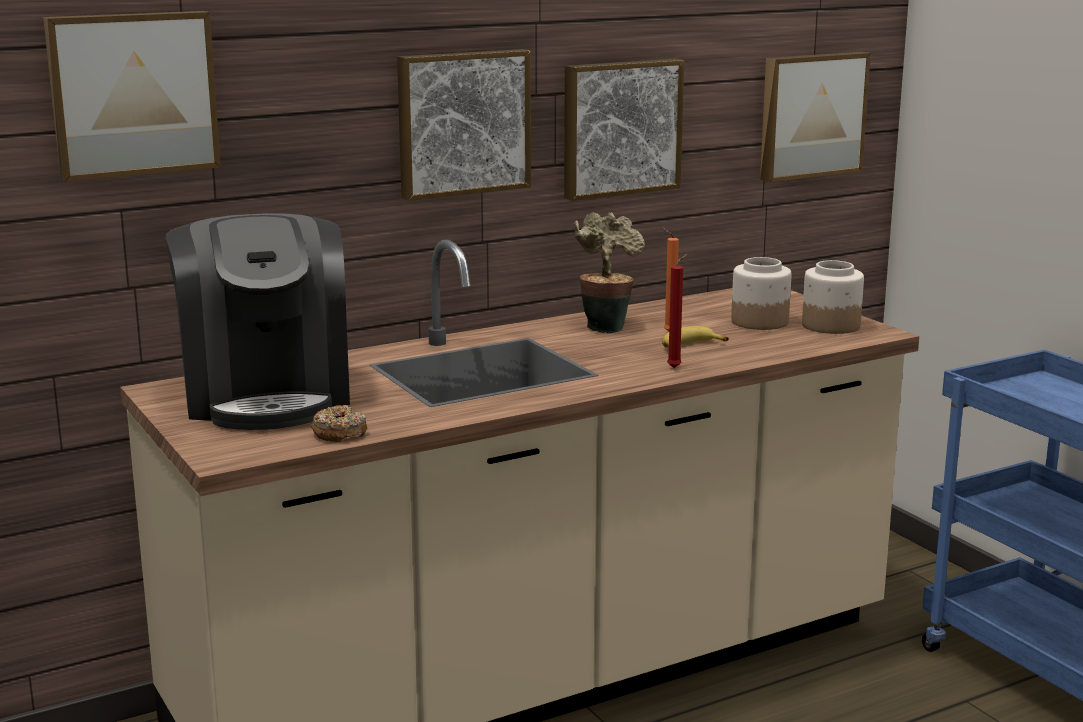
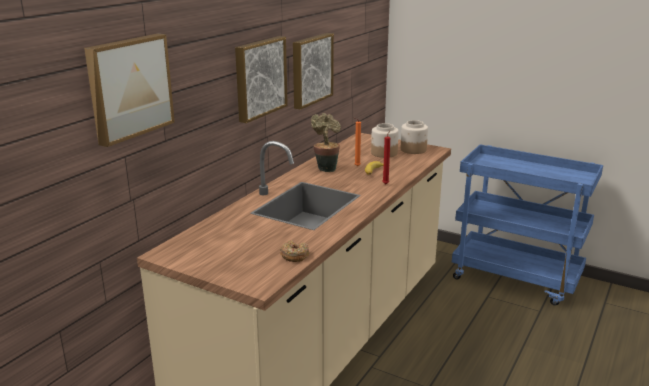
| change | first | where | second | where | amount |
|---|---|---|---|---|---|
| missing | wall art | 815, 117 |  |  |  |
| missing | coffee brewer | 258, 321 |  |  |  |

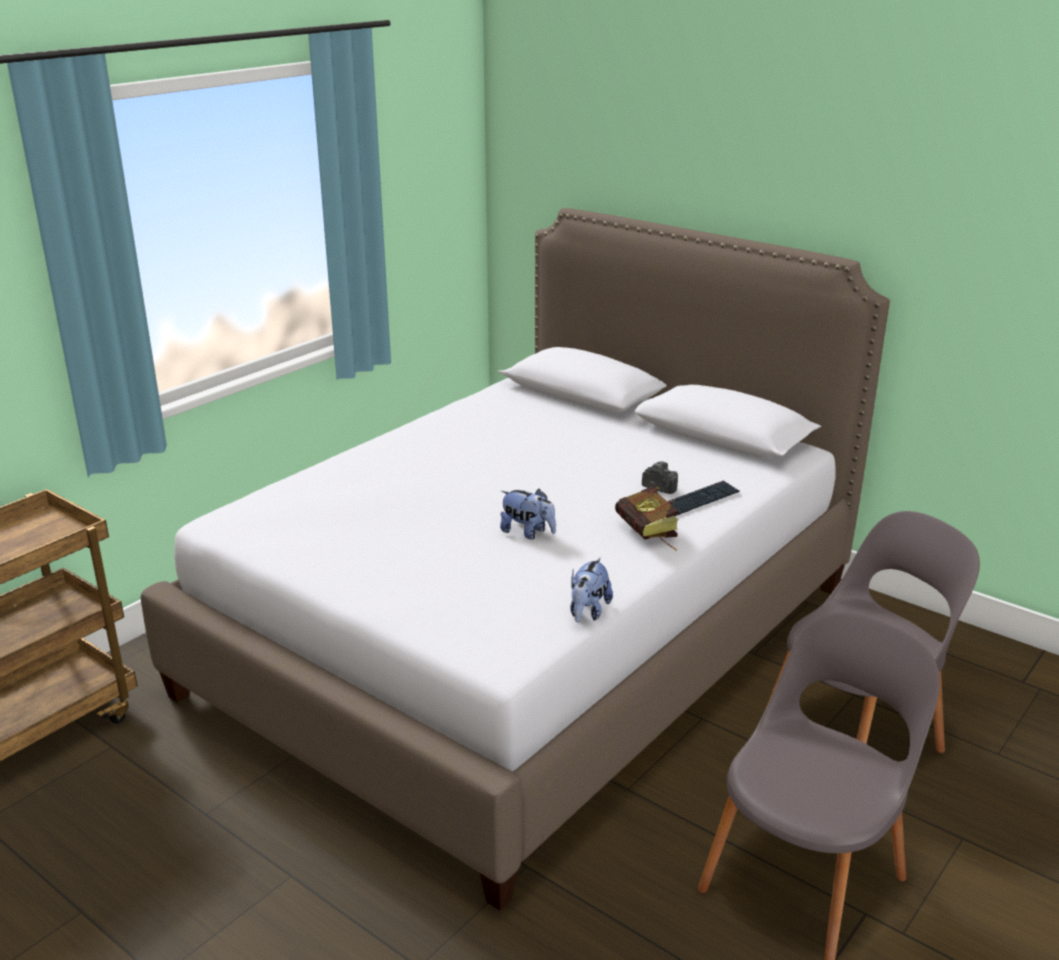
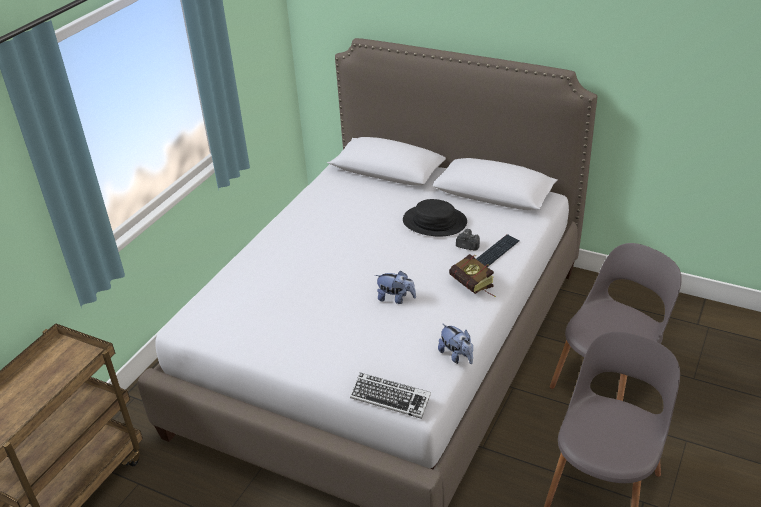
| change | first | where | second | where | amount |
|---|---|---|---|---|---|
| spun | plush toy | 591, 590 |  | 455, 343 | 45 degrees counterclockwise |
| appeared |  |  | black clothing hat | 435, 218 |  |
| appeared |  |  | keyboard | 390, 396 |  |

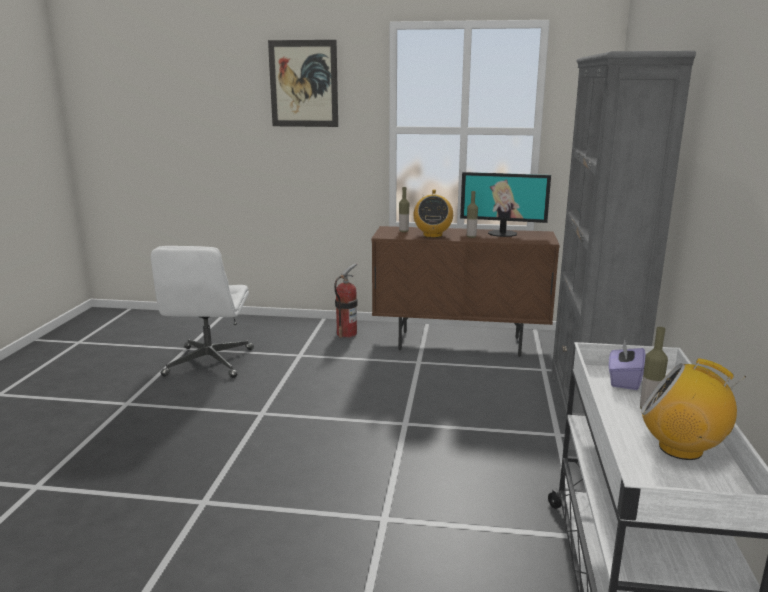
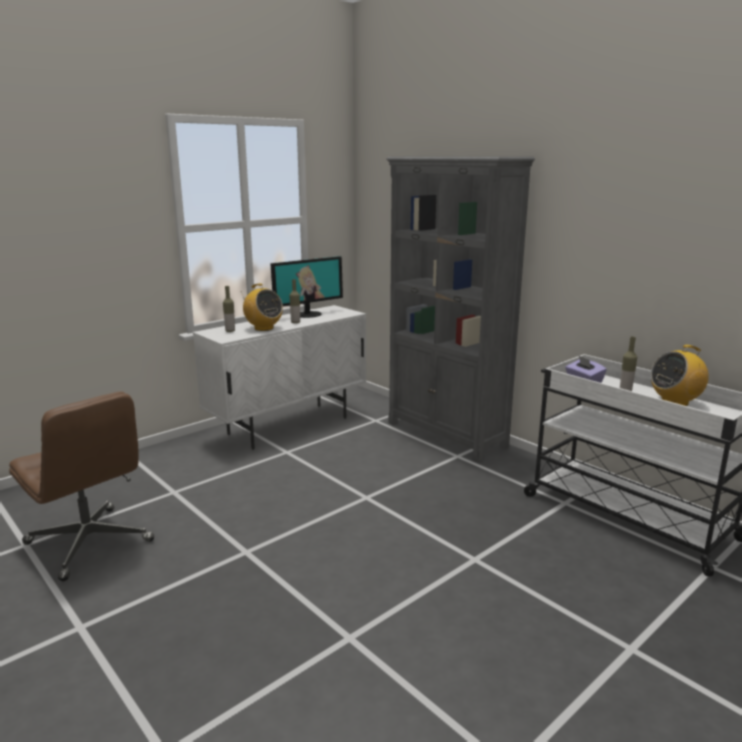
| change | first | where | second | where | amount |
|---|---|---|---|---|---|
| missing | wall art | 303, 83 |  |  |  |
| colour | brownish cupboard | 465, 291 | white cupboard | 279, 377 |  |
| colour | white desk chair | 202, 312 | brownish desk chair | 81, 486 |  |
| missing | extinguisher | 346, 300 |  |  |  |

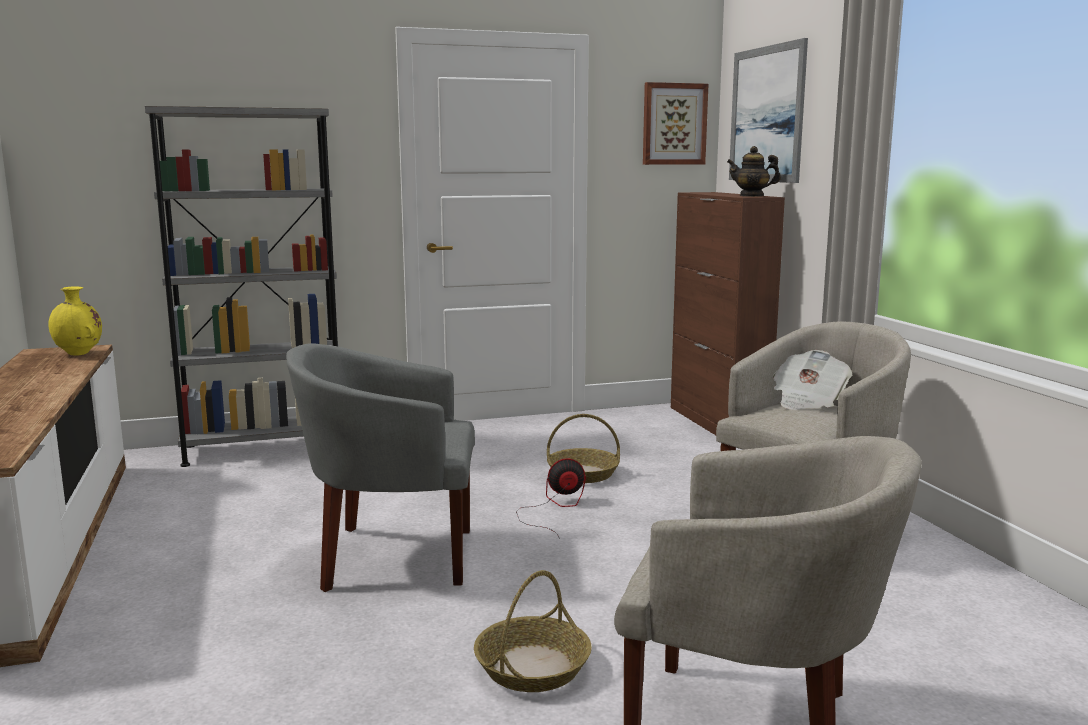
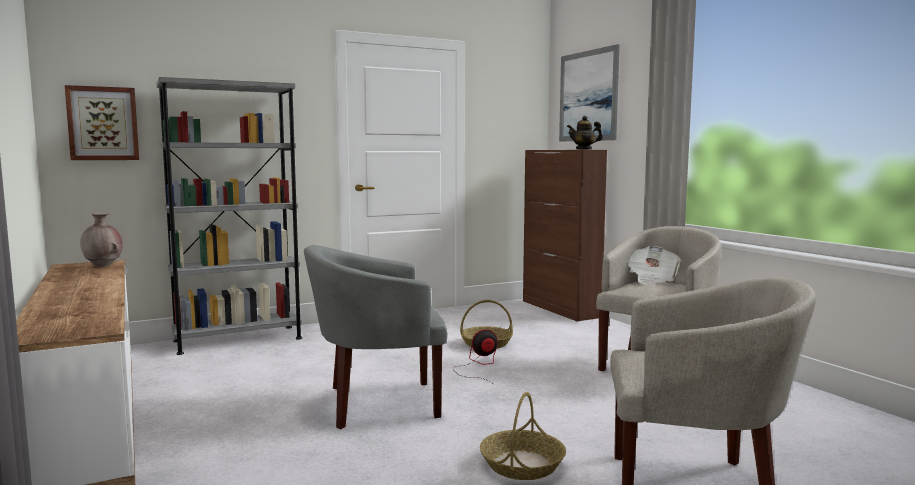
| change | first | where | second | where | amount |
|---|---|---|---|---|---|
| relocated | wall art | 676, 123 |  | 102, 122 |  |
| colour | yellowish vase | 75, 321 | brownish vase | 101, 240 |  |

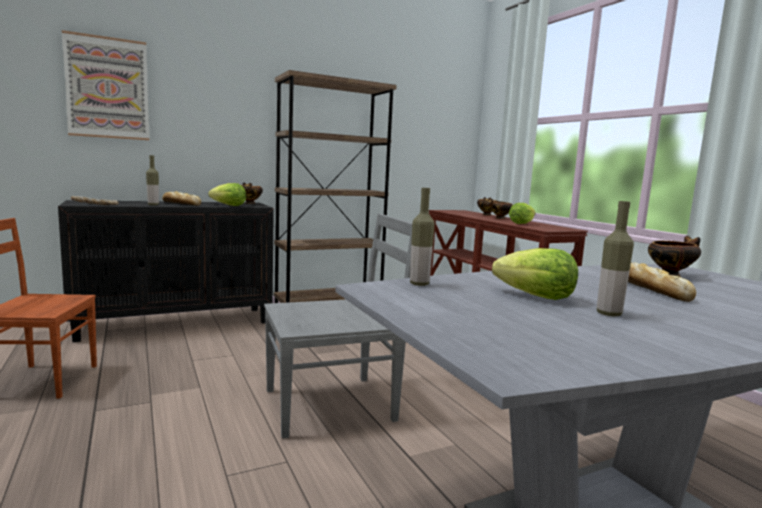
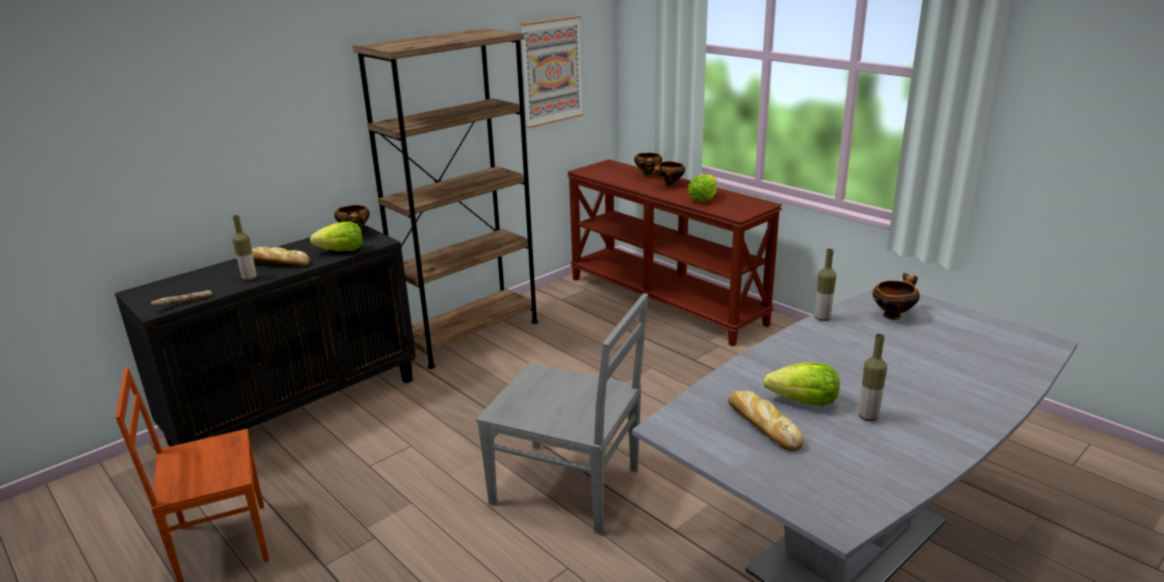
| change | first | where | second | where | amount |
|---|---|---|---|---|---|
| relocated | wall art | 106, 85 |  | 551, 72 |  |
| relocated | beverage bottle | 422, 237 |  | 825, 285 |  |
| spun | grey chair | 338, 326 |  | 562, 414 | 60 degrees clockwise |
| relocated | bakery bread | 662, 282 |  | 766, 420 |  |

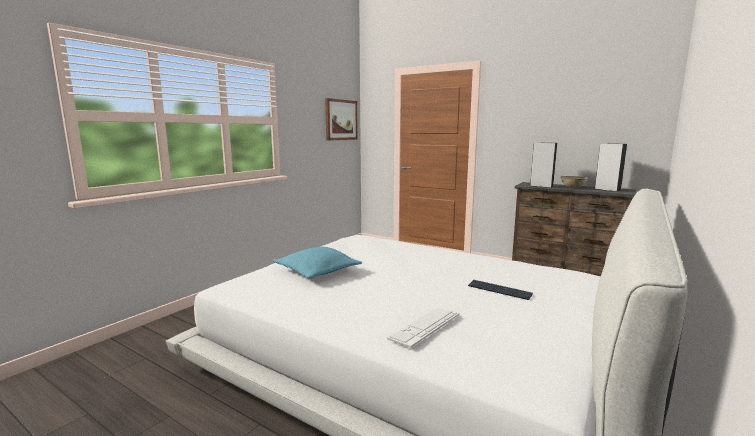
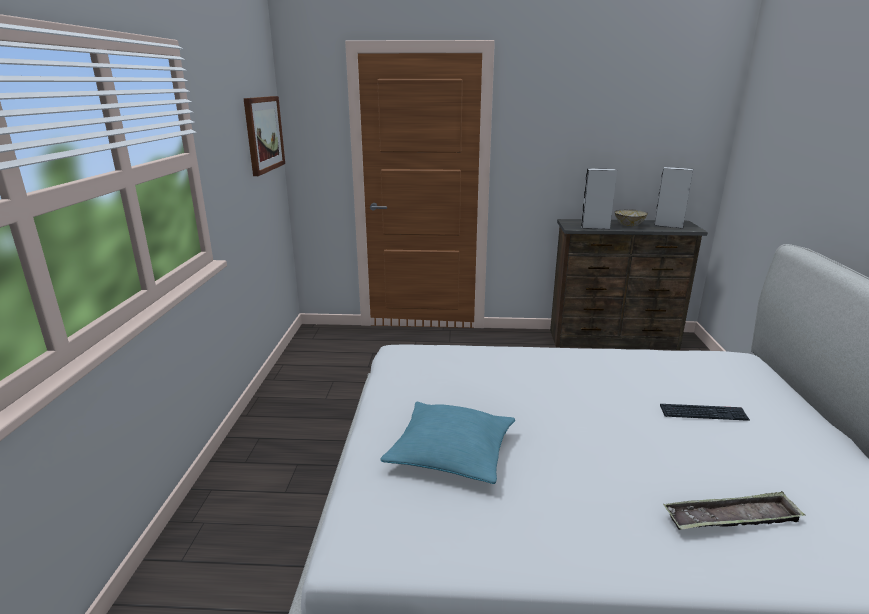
| change | first | where | second | where | amount |
|---|---|---|---|---|---|
| exchanged | keyboard | 423, 327 | tray | 734, 510 |  |

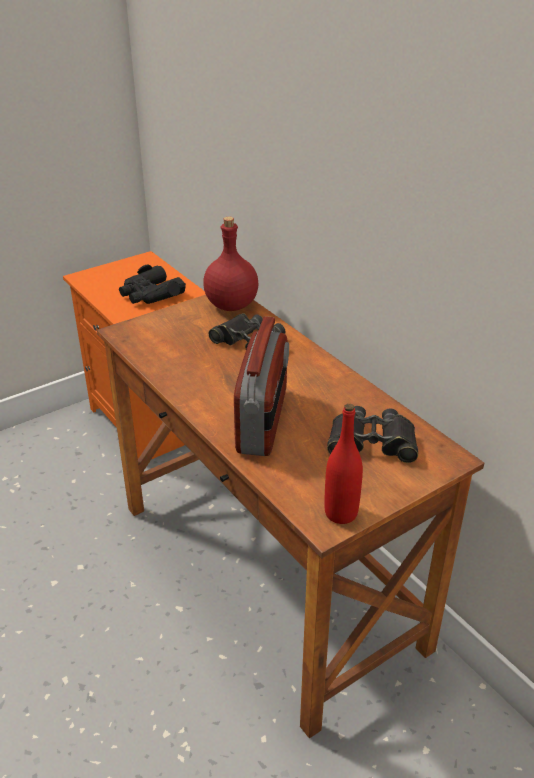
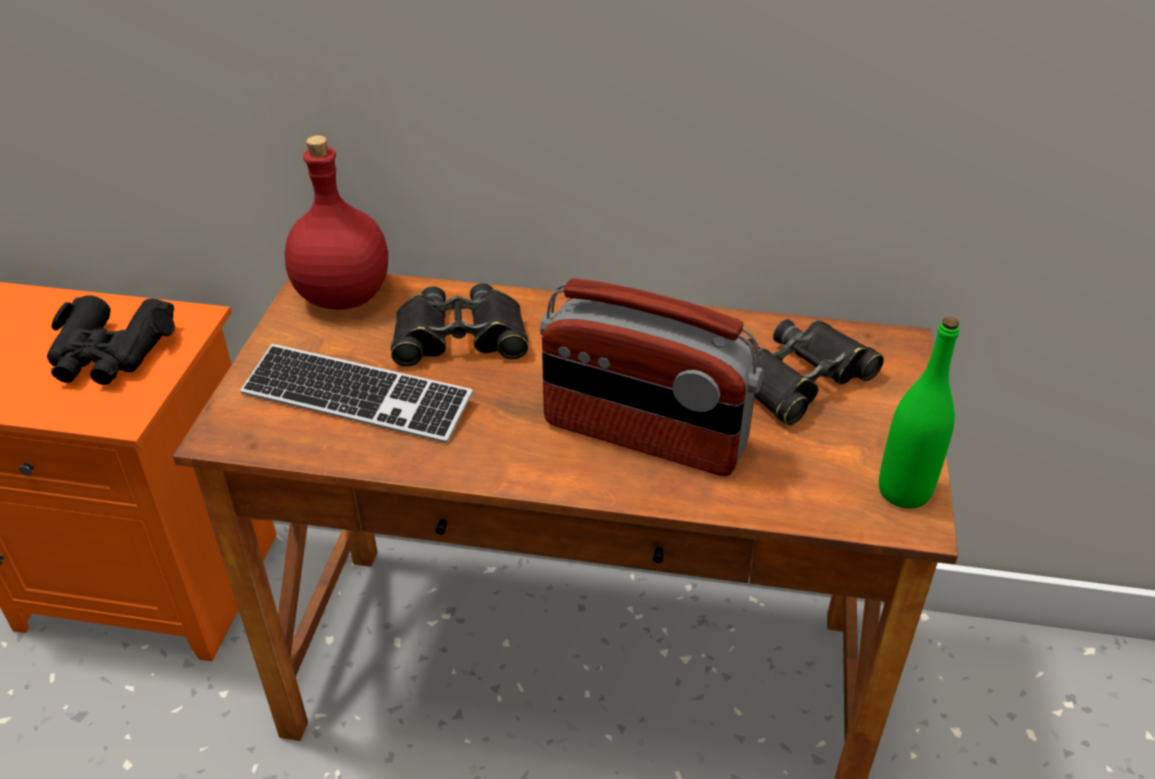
| change | first | where | second | where | amount |
|---|---|---|---|---|---|
| spun | radio | 261, 386 |  | 652, 377 | 150 degrees clockwise |
| colour | red beverage bottle | 343, 464 | green beverage bottle | 919, 412 |  |
| appeared |  |  | keyboard | 356, 393 |  |

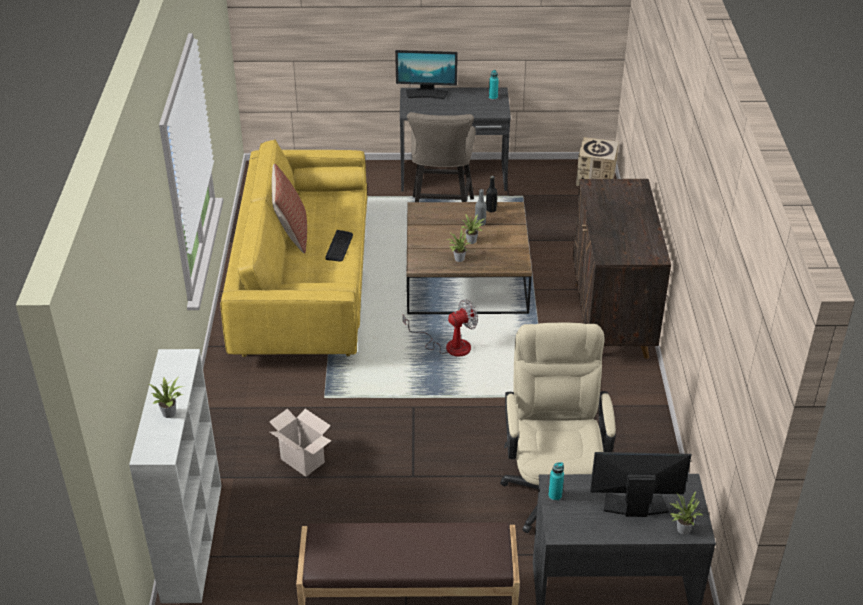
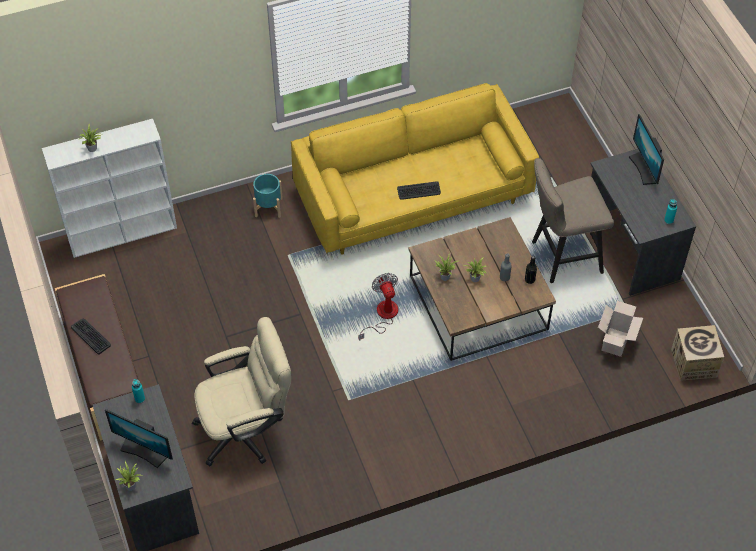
| change | first | where | second | where | amount |
|---|---|---|---|---|---|
| missing | throw pillow | 289, 209 |  |  |  |
| missing | brownish cupboard | 622, 269 |  |  |  |
| spun | cooling fan | 440, 328 |  | 378, 307 | 150 degrees counterclockwise |
| relocated | packing box | 300, 443 |  | 620, 329 |  |
| spun | monitor | 641, 484 |  | 139, 438 | 135 degrees clockwise |
| appeared |  |  | turquoise-coloured plant pot | 268, 196 |  |
| appeared |  |  | keyboard | 91, 337 |  |

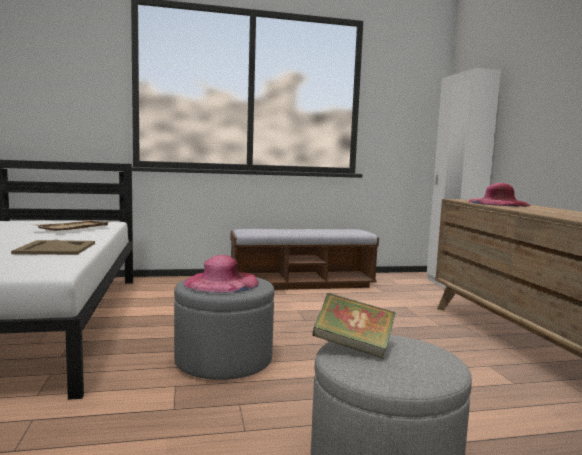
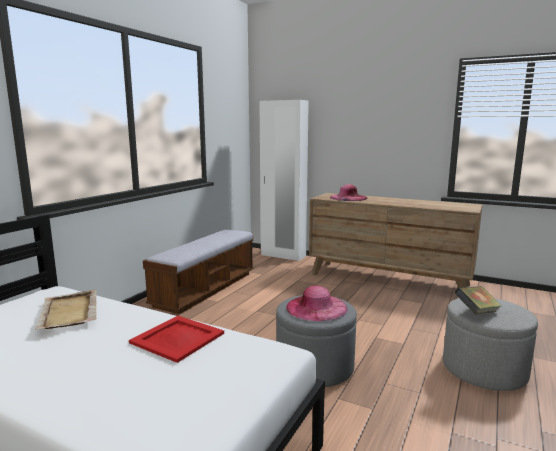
| change | first | where | second | where | amount |
|---|---|---|---|---|---|
| colour | sand-coloured tray | 53, 247 | red tray | 176, 339 |  |

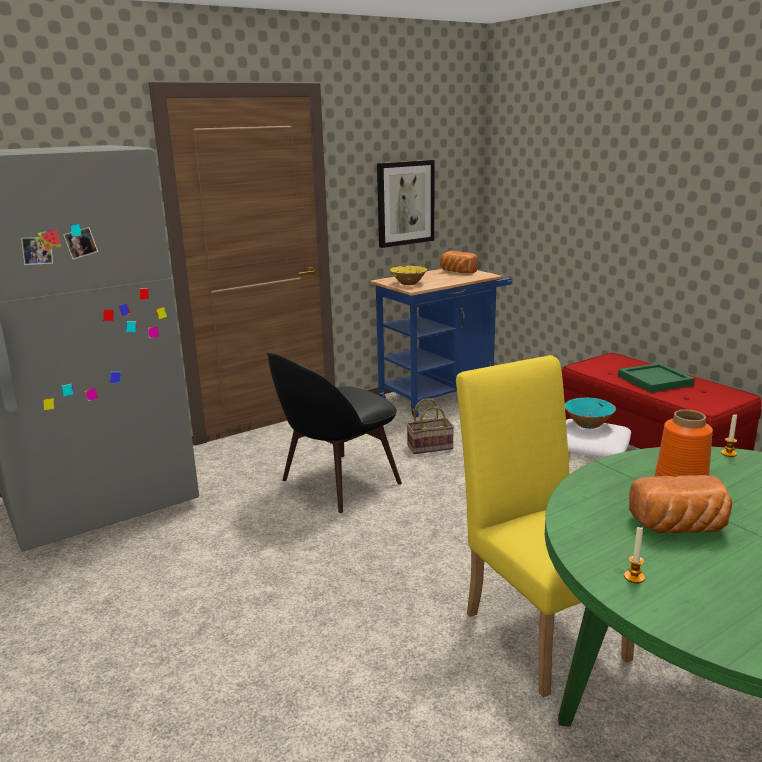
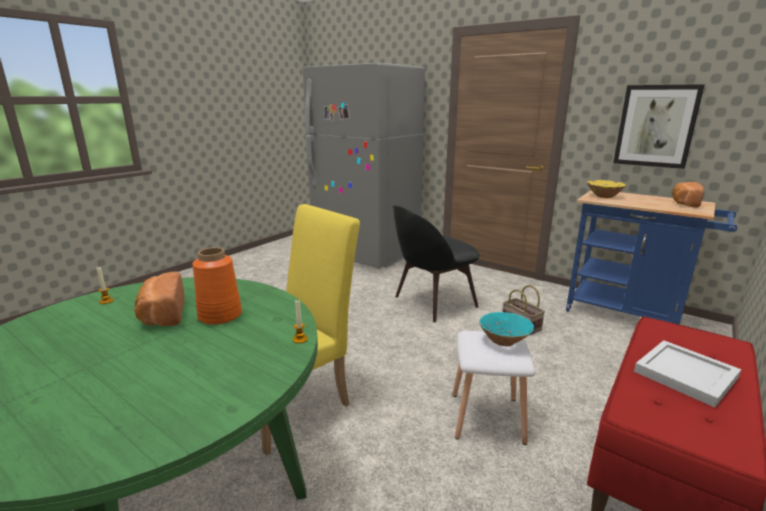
| change | first | where | second | where | amount |
|---|---|---|---|---|---|
| spun | black chair | 334, 433 |  | 436, 264 | 60 degrees counterclockwise |
| colour | green tray | 656, 377 | white tray | 687, 373 |  |

